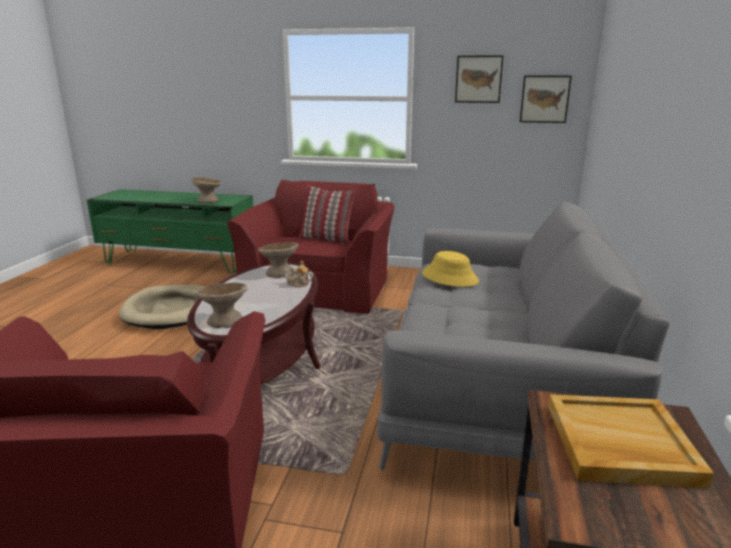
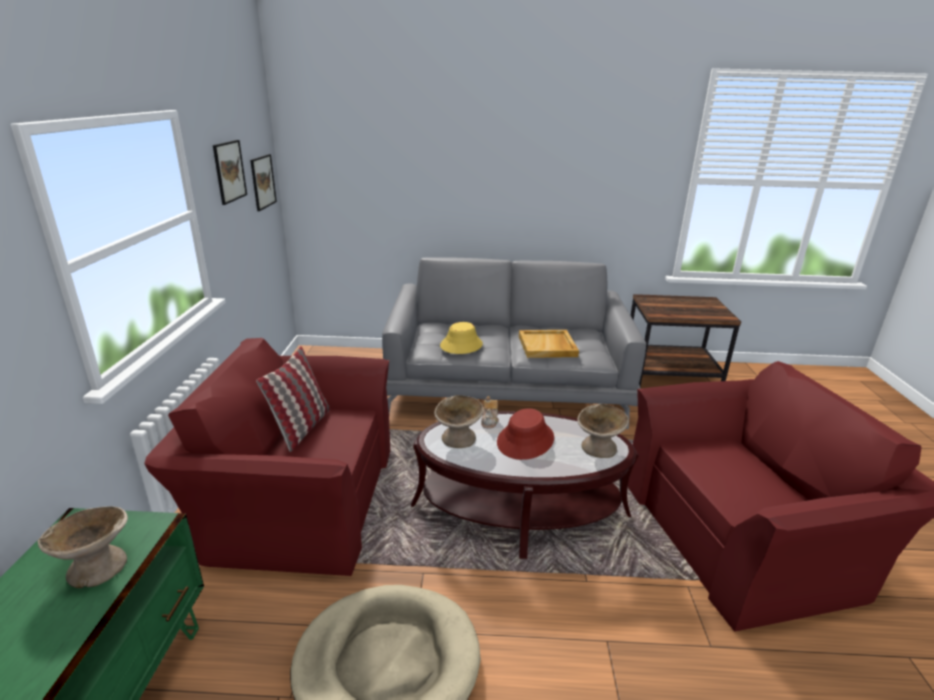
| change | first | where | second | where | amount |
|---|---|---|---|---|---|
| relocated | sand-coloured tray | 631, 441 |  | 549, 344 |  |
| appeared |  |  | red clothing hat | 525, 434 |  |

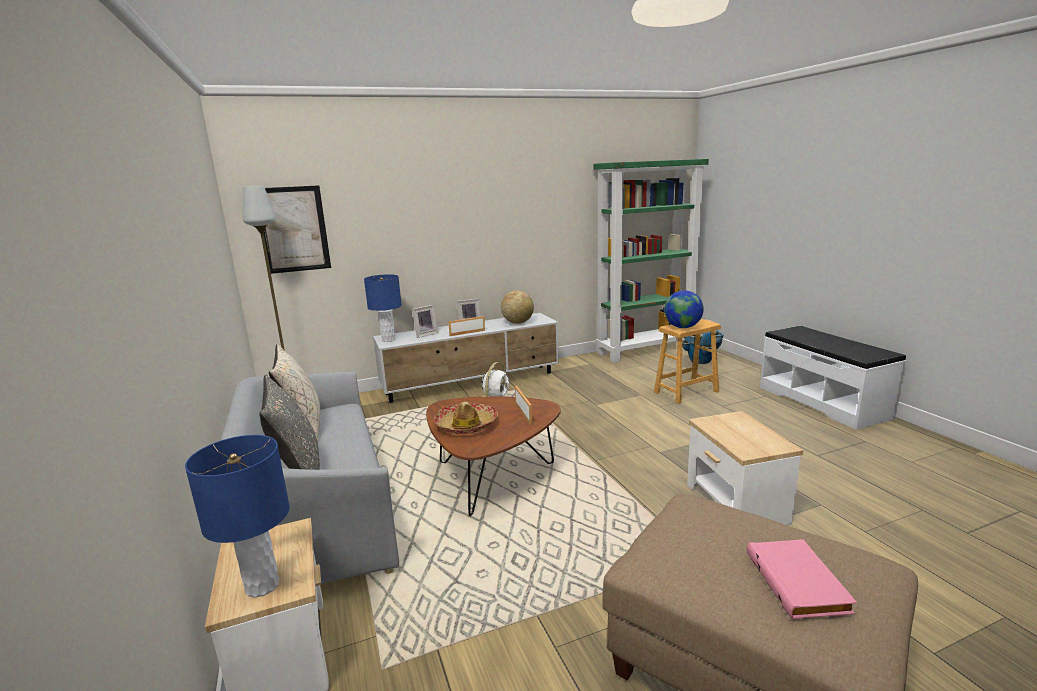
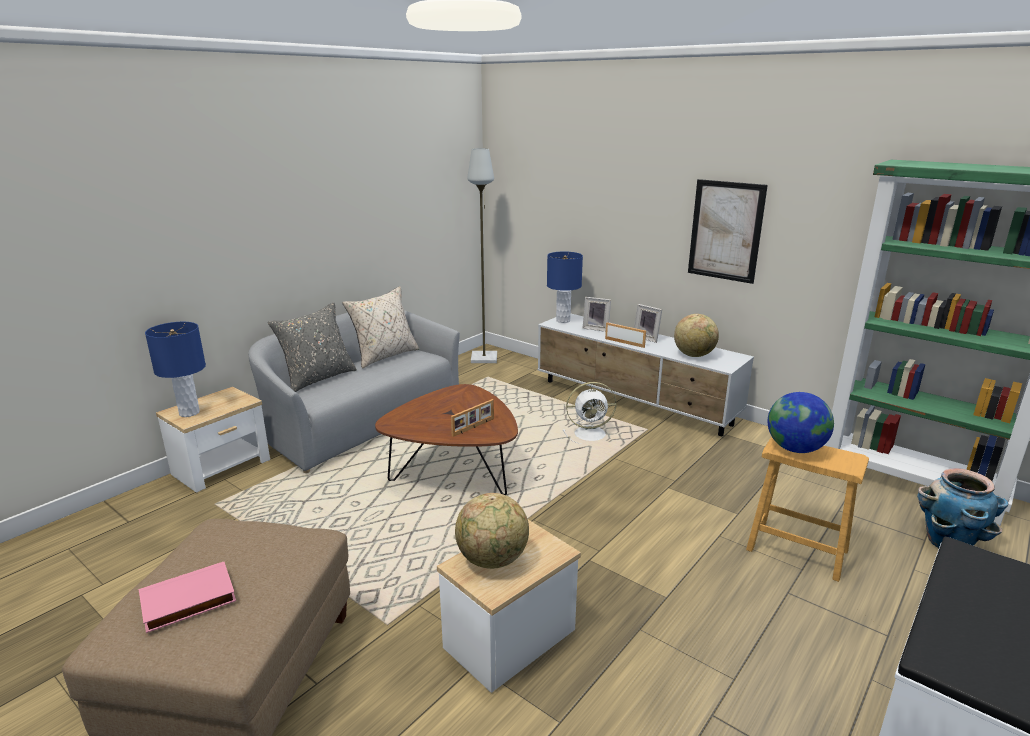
| change | first | where | second | where | amount |
|---|---|---|---|---|---|
| relocated | wall art | 297, 229 |  | 728, 231 |  |
| missing | clothing hat | 466, 418 |  |  |  |
| appeared |  |  | desk globe | 492, 531 |  |

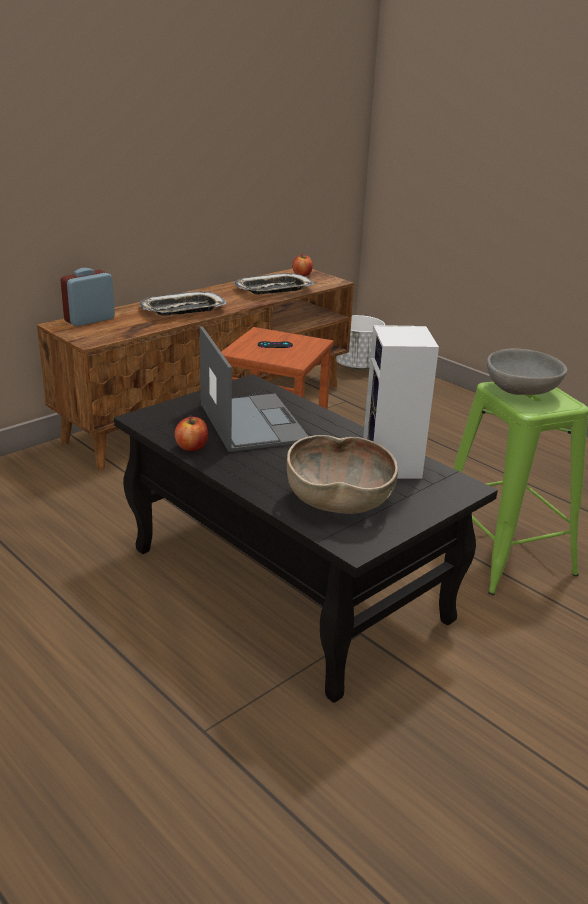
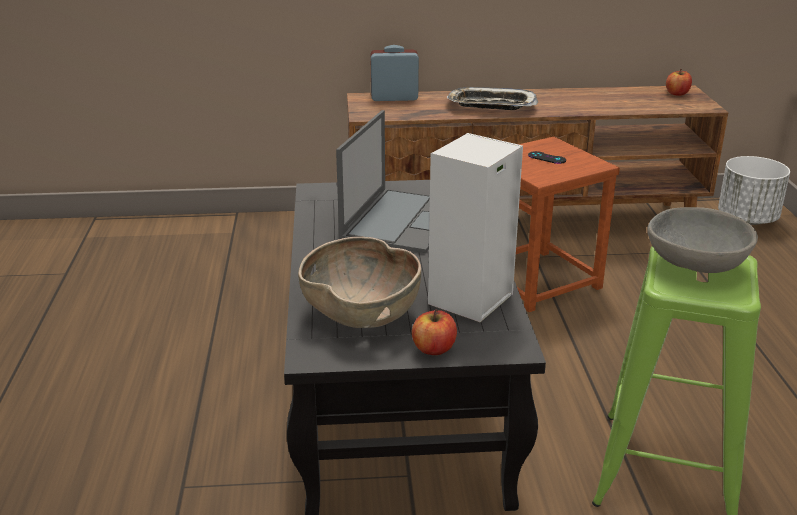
| change | first | where | second | where | amount |
|---|---|---|---|---|---|
| missing | tray | 274, 283 |  |  |  |
| relocated | whole apple | 191, 433 |  | 434, 332 |  |

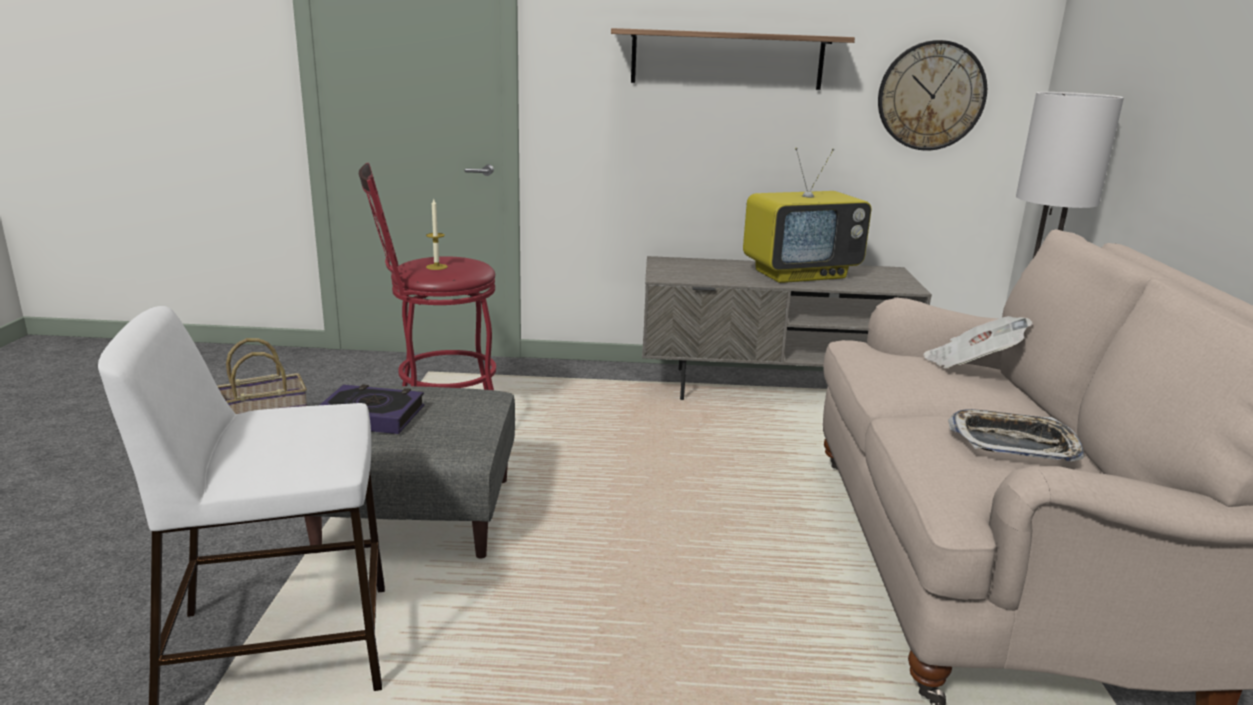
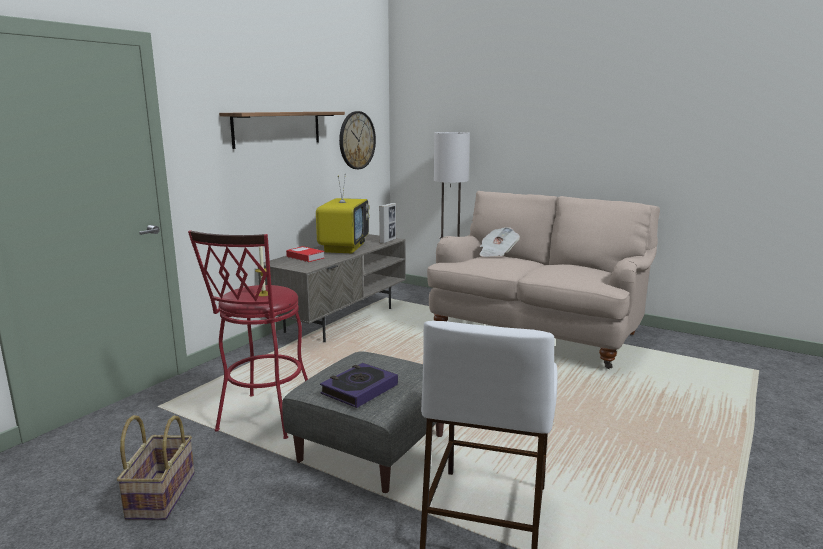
| change | first | where | second | where | amount |
|---|---|---|---|---|---|
| missing | tray | 1016, 435 |  |  |  |
| appeared |  |  | picture frame | 387, 223 |  |
| appeared |  |  | volume | 305, 254 |  |

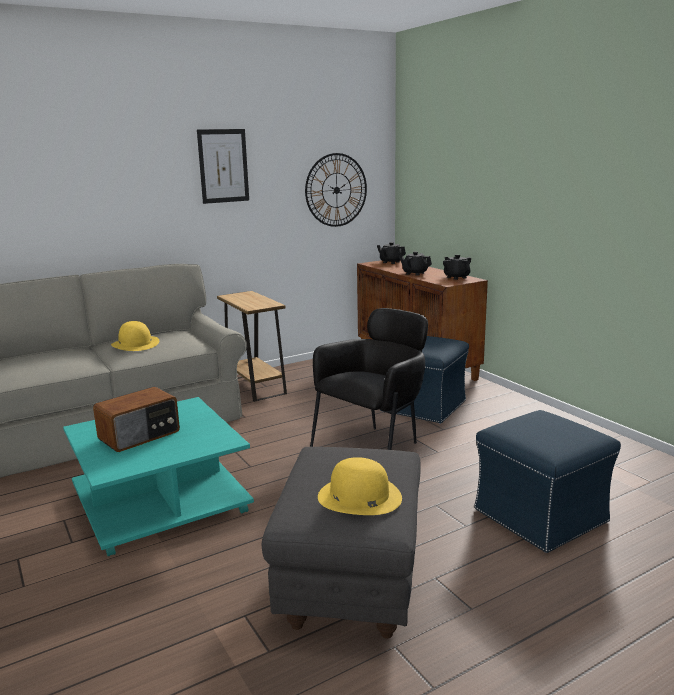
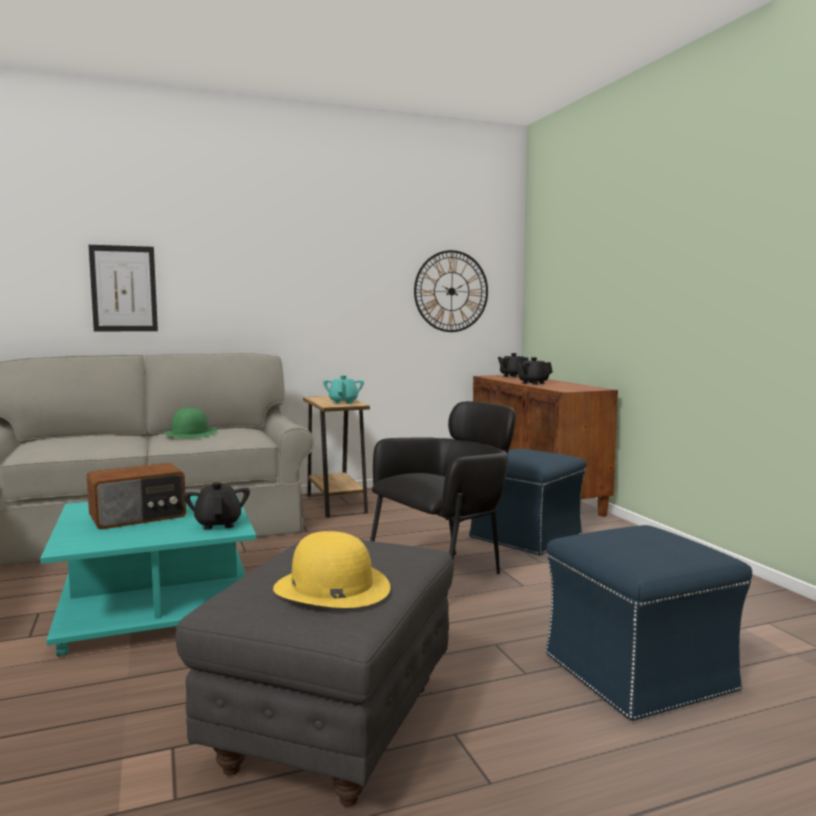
| change | first | where | second | where | amount |
|---|---|---|---|---|---|
| relocated | wall art | 223, 166 |  | 123, 288 |  |
| relocated | black tea pot | 457, 267 |  | 217, 506 |  |
| colour | yellowish clothing hat | 135, 336 | green clothing hat | 190, 423 |  |
| appeared |  |  | turquoise-coloured tea pot | 343, 389 |  |

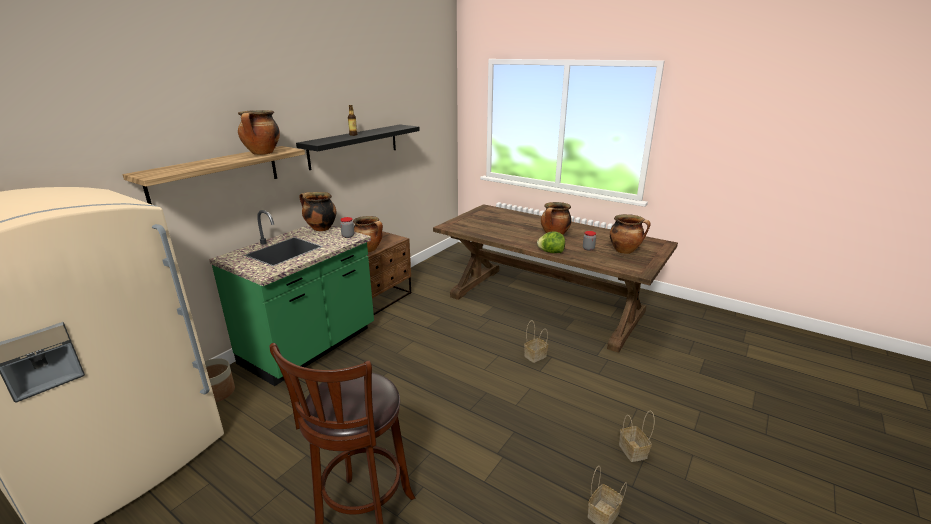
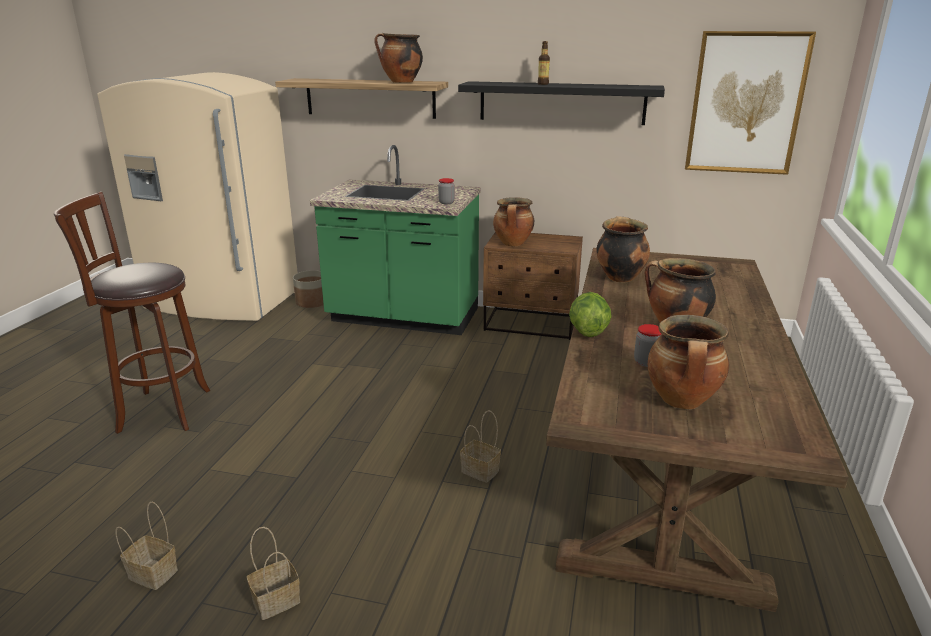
| change | first | where | second | where | amount |
|---|---|---|---|---|---|
| relocated | cooking pot | 317, 211 |  | 623, 249 |  |
| appeared |  |  | wall art | 750, 103 |  |

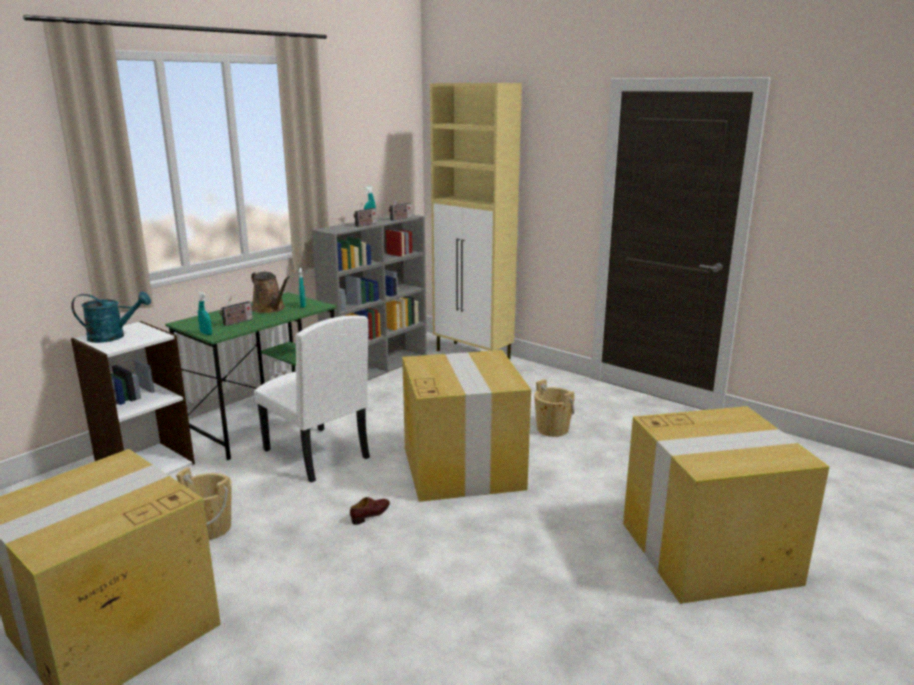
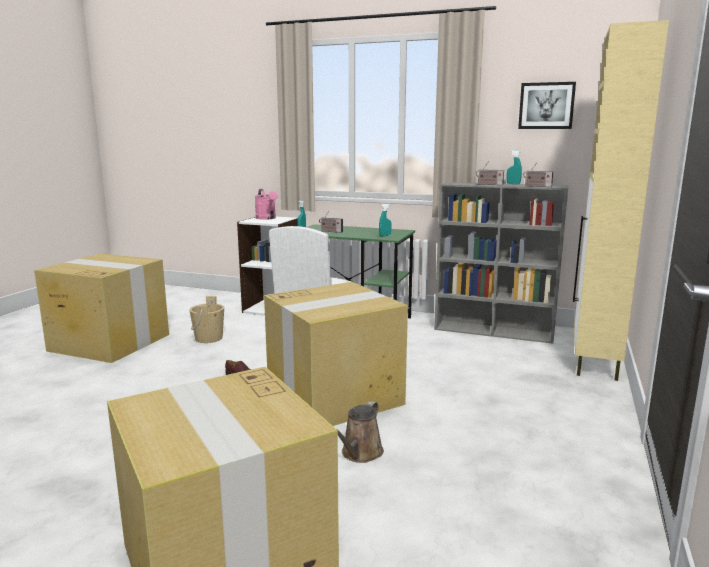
| change | first | where | second | where | amount |
|---|---|---|---|---|---|
| relocated | brownish sprinkling can | 270, 292 |  | 360, 432 |  |
| colour | turquoise-coloured sprinkling can | 111, 317 | pink-coloured sprinkling can | 266, 204 |  |
| missing | sand-coloured water bucket | 554, 408 |  |  |  |
| appeared |  |  | wall art | 547, 105 |  |

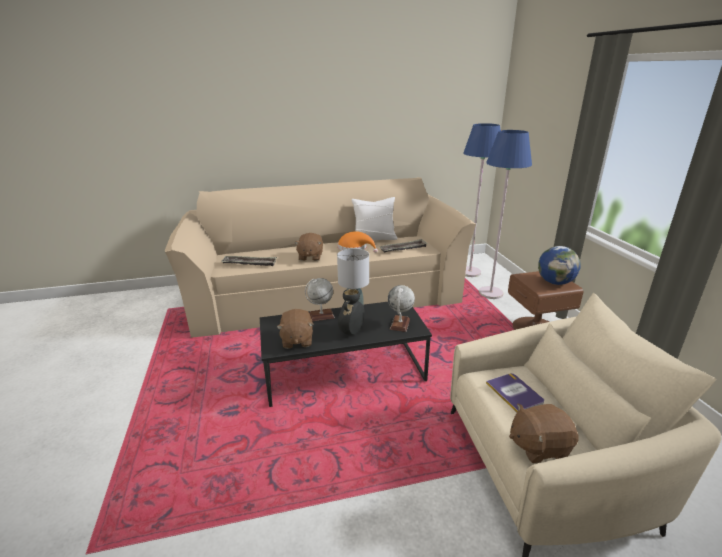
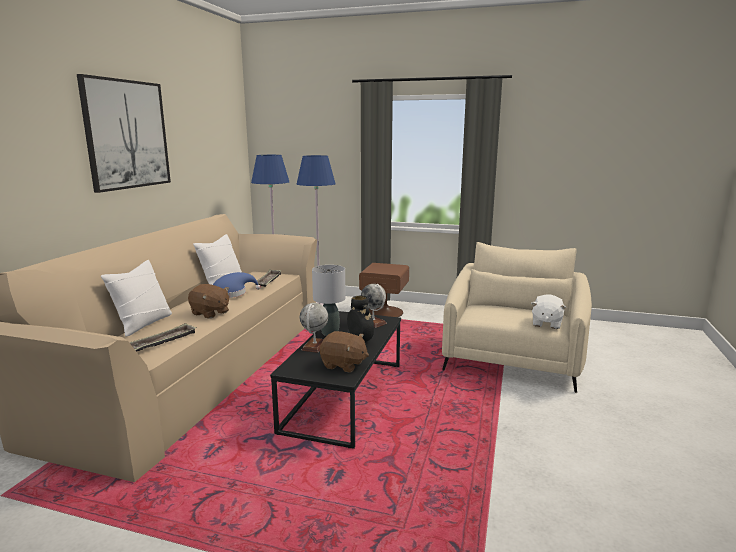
| change | first | where | second | where | amount |
|---|---|---|---|---|---|
| colour | orange-coloured clothing hat | 358, 242 | blue clothing hat | 237, 285 |  |
| missing | desk globe | 559, 265 |  |  |  |
| missing | volume | 515, 392 |  |  |  |
| colour | brownish plush toy | 543, 433 | white plush toy | 548, 311 |  |
| appeared |  |  | wall art | 124, 133 |  |
| appeared |  |  | white throw pillow | 136, 298 |  |

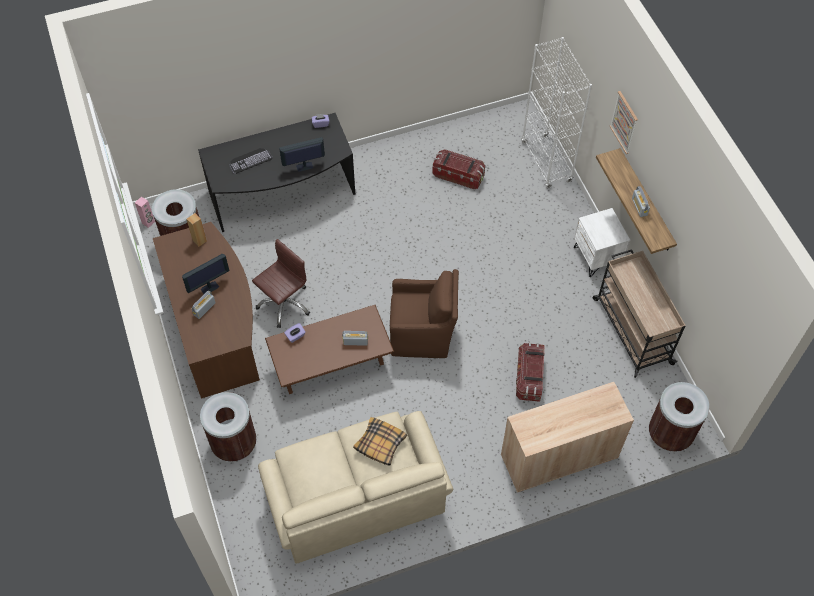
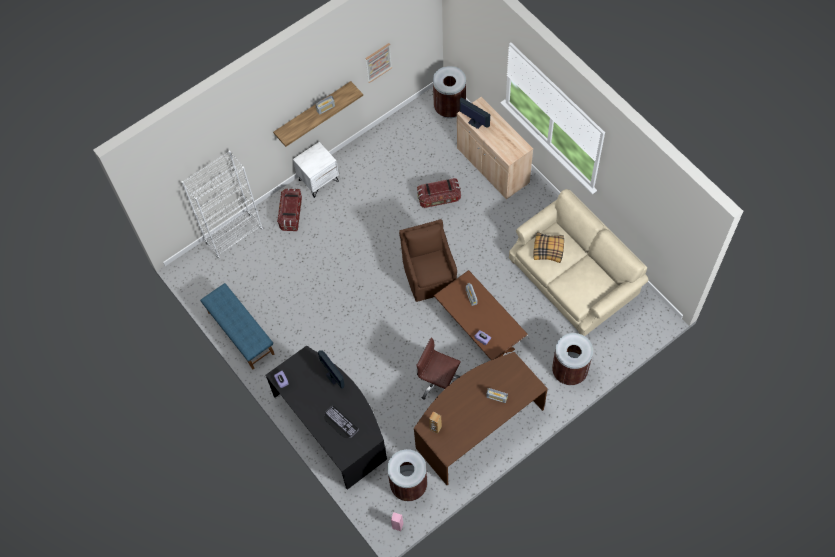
| change | first | where | second | where | amount |
|---|---|---|---|---|---|
| relocated | wall art | 624, 122 |  | 378, 63 |  |
| relocated | storage box | 458, 169 |  | 289, 209 |  |
| missing | sand-coloured trolley | 639, 313 |  |  |  |
| relocated | monitor | 205, 274 |  | 475, 113 |  |
| appeared |  |  | blue bench | 237, 326 |  |

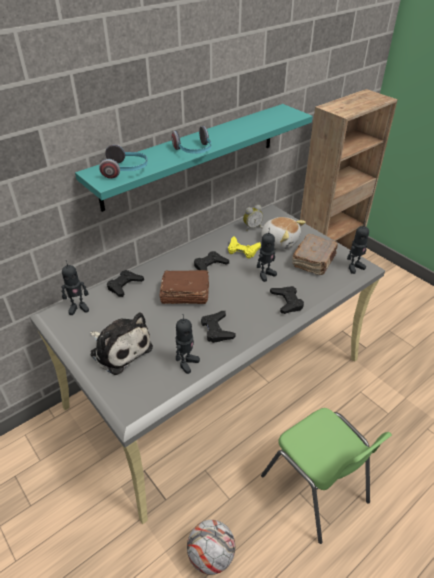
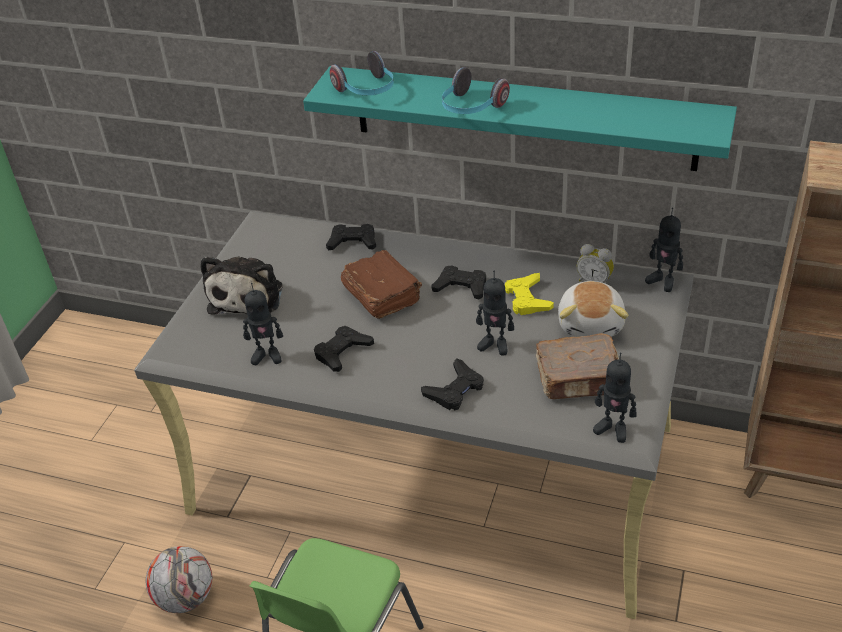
| change | first | where | second | where | amount |
|---|---|---|---|---|---|
| relocated | robot figure | 75, 287 |  | 664, 249 |  |

